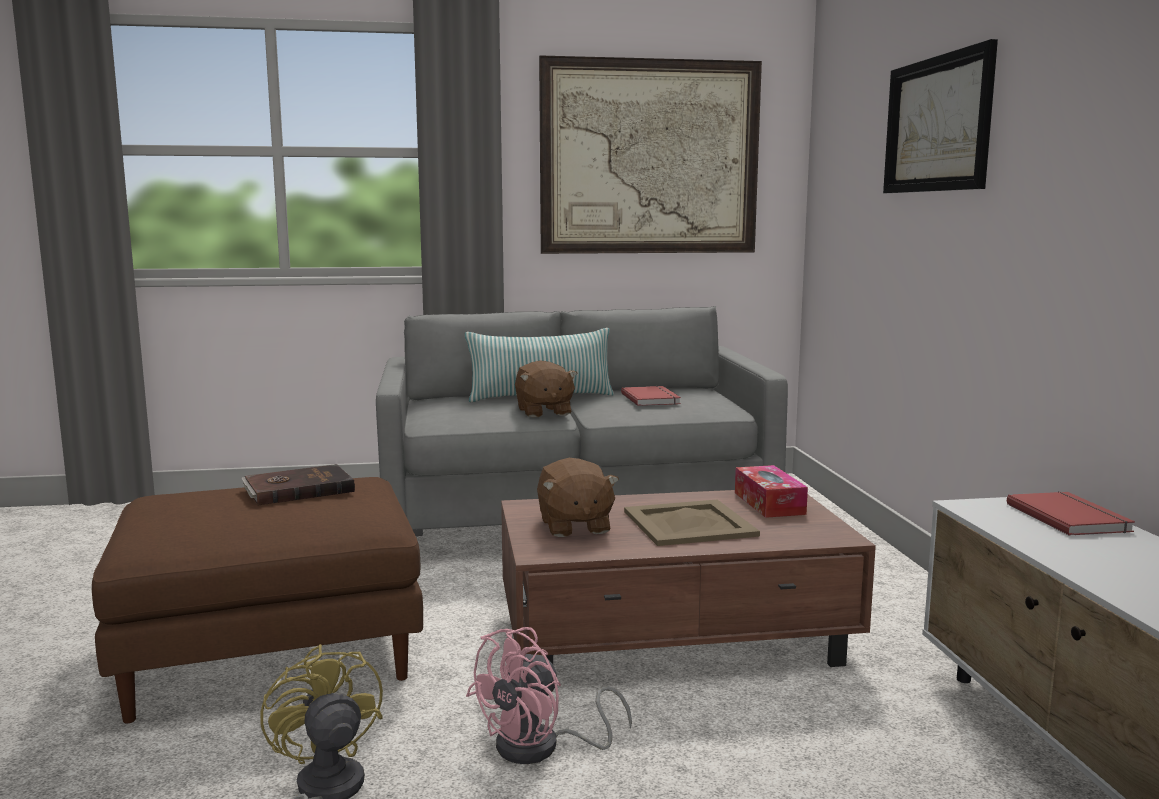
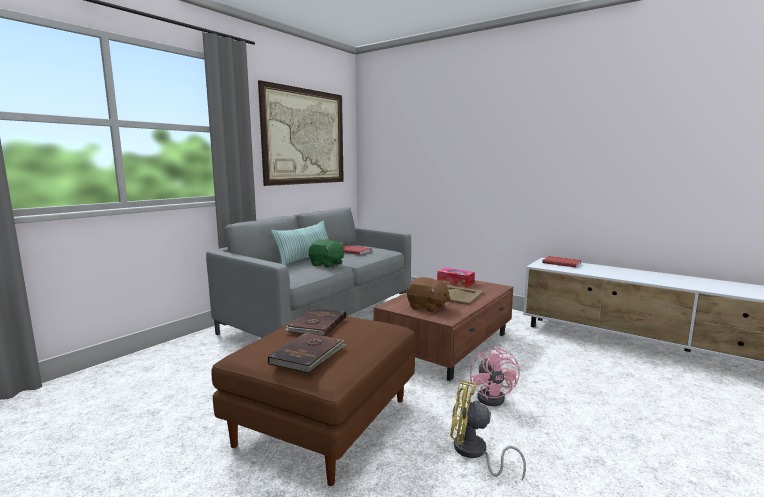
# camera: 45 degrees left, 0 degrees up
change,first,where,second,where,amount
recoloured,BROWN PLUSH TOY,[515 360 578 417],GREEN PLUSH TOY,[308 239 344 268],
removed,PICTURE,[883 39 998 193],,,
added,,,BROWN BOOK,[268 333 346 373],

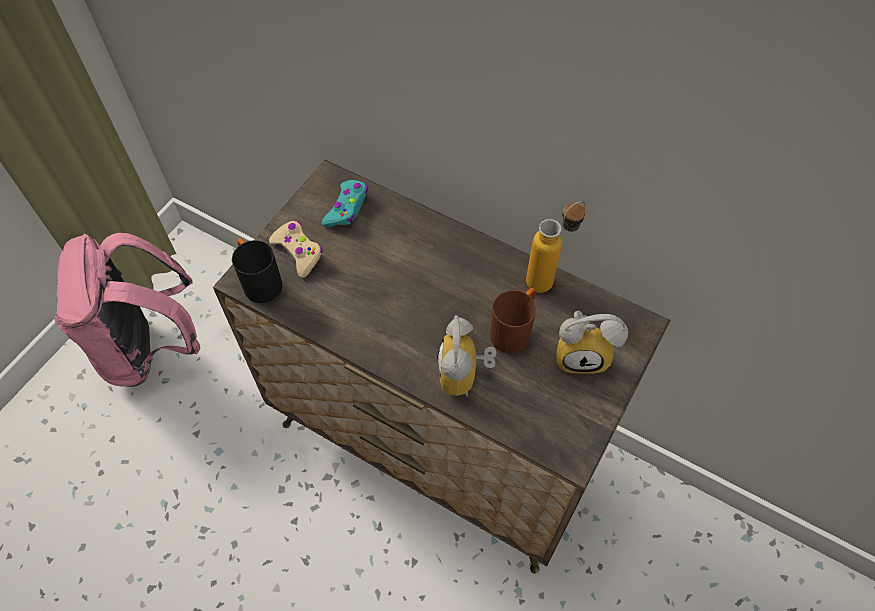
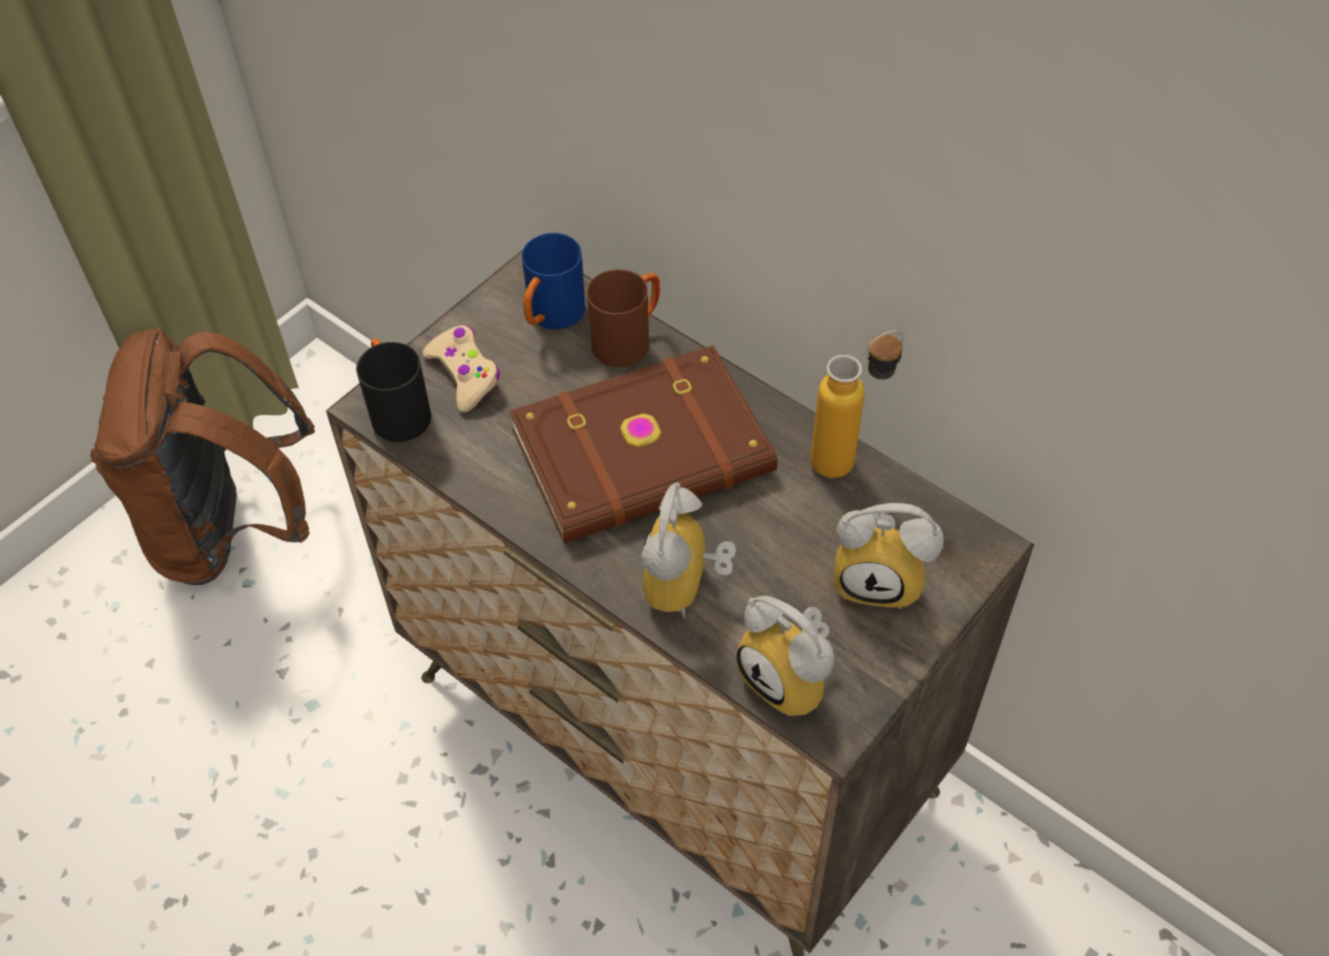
# camera: 10 degrees right, 5 degrees down
change,first,where,second,where,amount
recoloured,PINK BACKPACK,[54 233 201 387],BROWN BACKPACK,[90 327 315 585],
replaced,TURQUOISE GAME CONTROLLER,[322 180 368 227],BLUE MUG,[522 233 585 330],
moved,BROWN MUG,[490 288 536 354],,[587 269 660 367],
added,,,BROWN BOOK,[509 345 778 543],
added,,,ALARM CLOCK,[736 596 834 716],

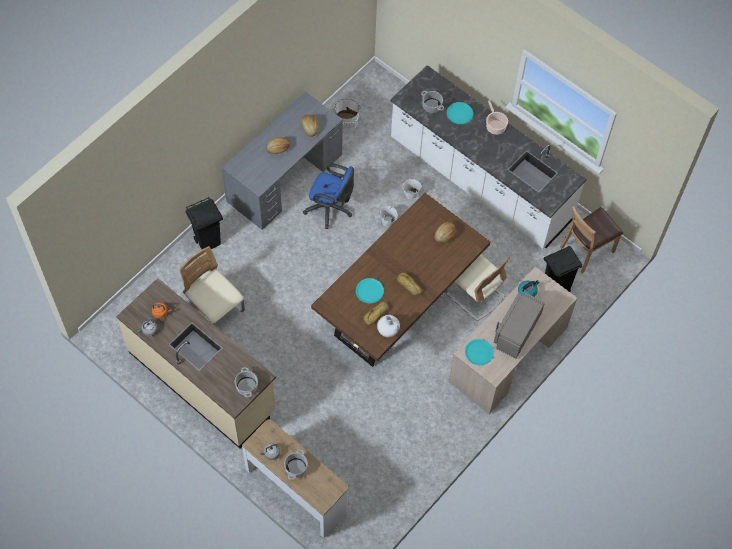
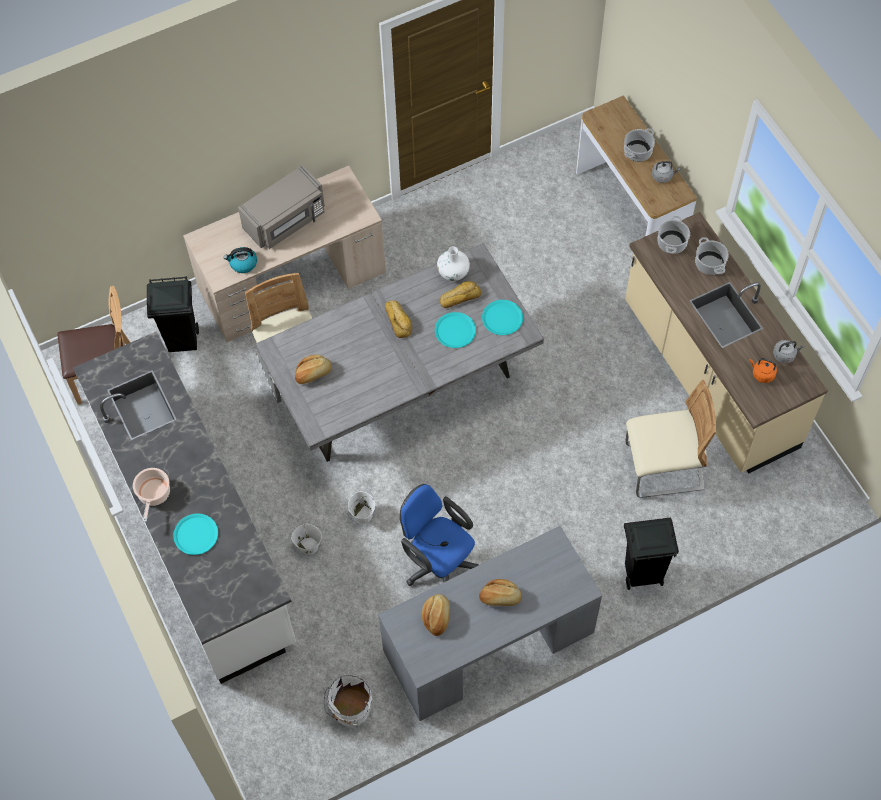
# camera: 155 degrees left, 0 degrees up
change,first,where,second,where,amount
turned,BEIGE CHAIR,[179 246 245 324],,[625 380 716 498],75 degrees counterclockwise
recoloured,BROWN DINING TABLE,[311 193 490 367],GREY DINING TABLE,[255 243 544 462],
moved,COOKING POT,[421 91 444 113],,[695 237 729 275],
moved,TURQUOISE PLATE,[465 339 494 365],,[482 300 523 335],

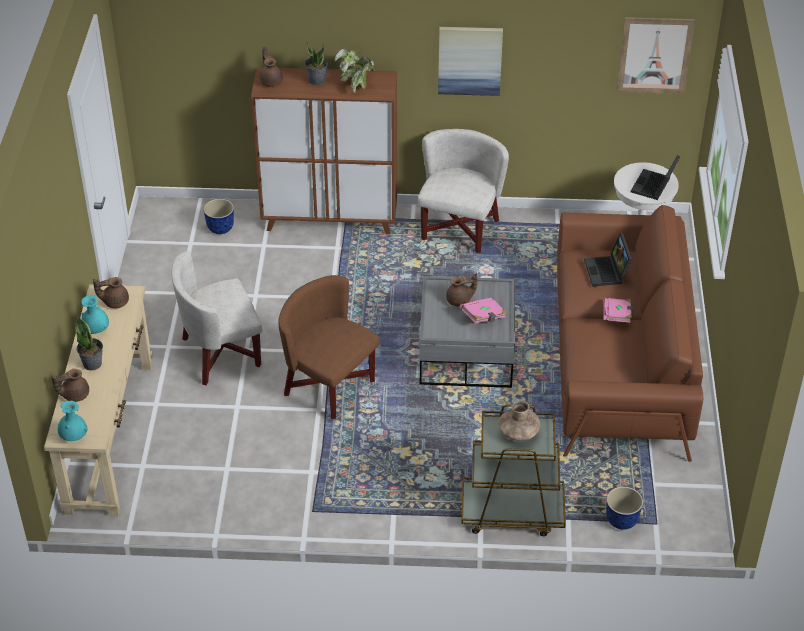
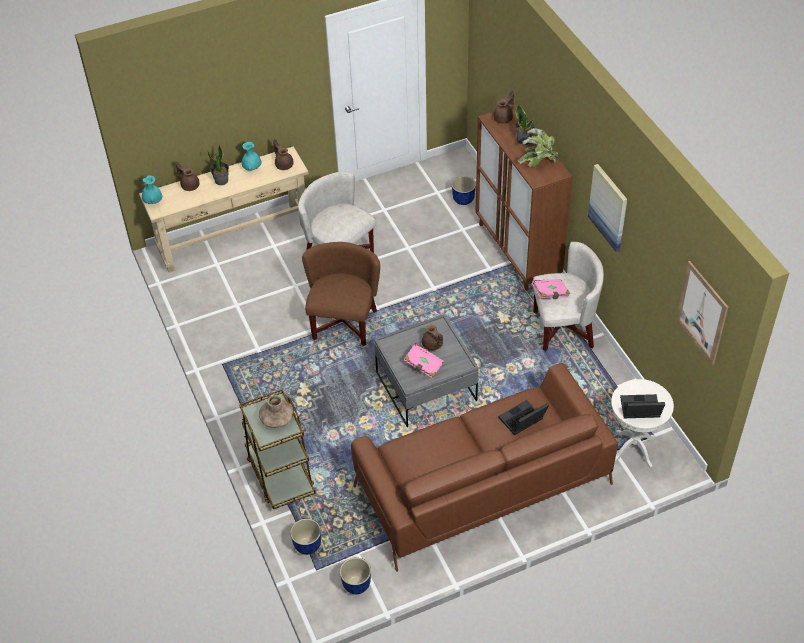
# camera: 65 degrees right, 5 degrees up
change,first,where,second,where,amount
moved,PINK BOOK,[603 298 634 323],,[532 279 570 299],
added,,,PLANTER,[340 557 371 594],

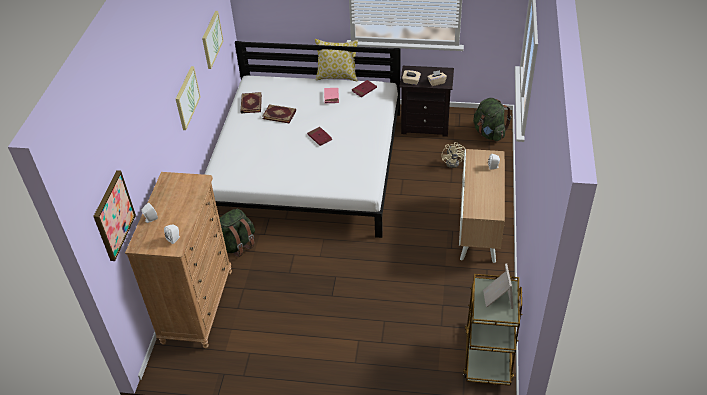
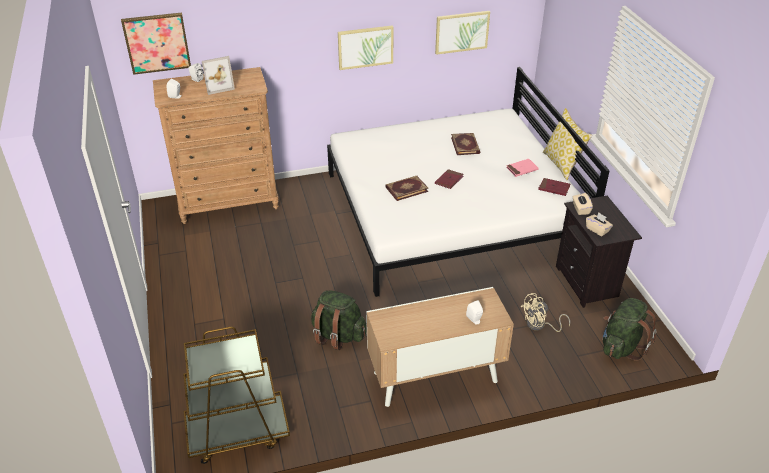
# camera: 65 degrees right, 5 degrees down
change,first,where,second,where,amount
moved,GREEN BACKPACK,[219 208 255 257],,[311 291 367 350],
moved,BOOK,[240 92 262 113],,[385 176 429 201],
moved,PICTURE FRAME,[483 264 513 309],,[202 56 235 95],

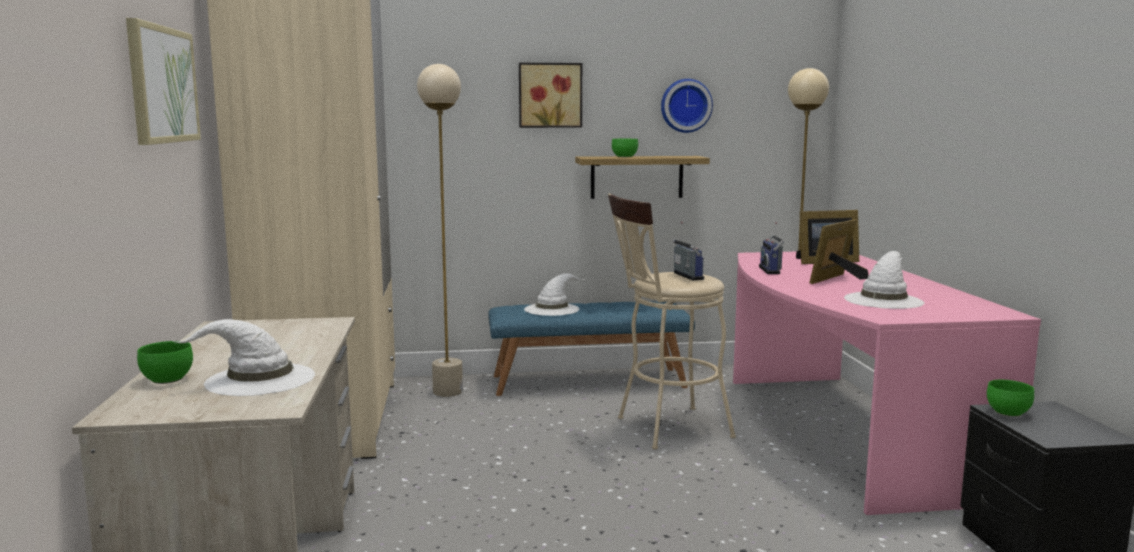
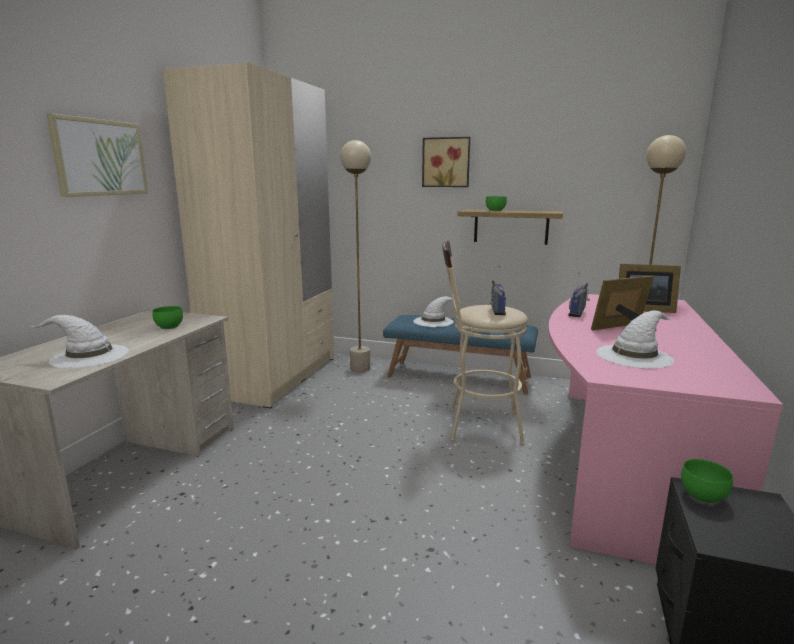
# camera: 25 degrees right, 5 degrees up
change,first,where,second,where,amount
moved,GREEN BOWL,[137 341 193 384],,[152 306 183 329],
removed,WALL CLOCK,[661 79 713 133],,,

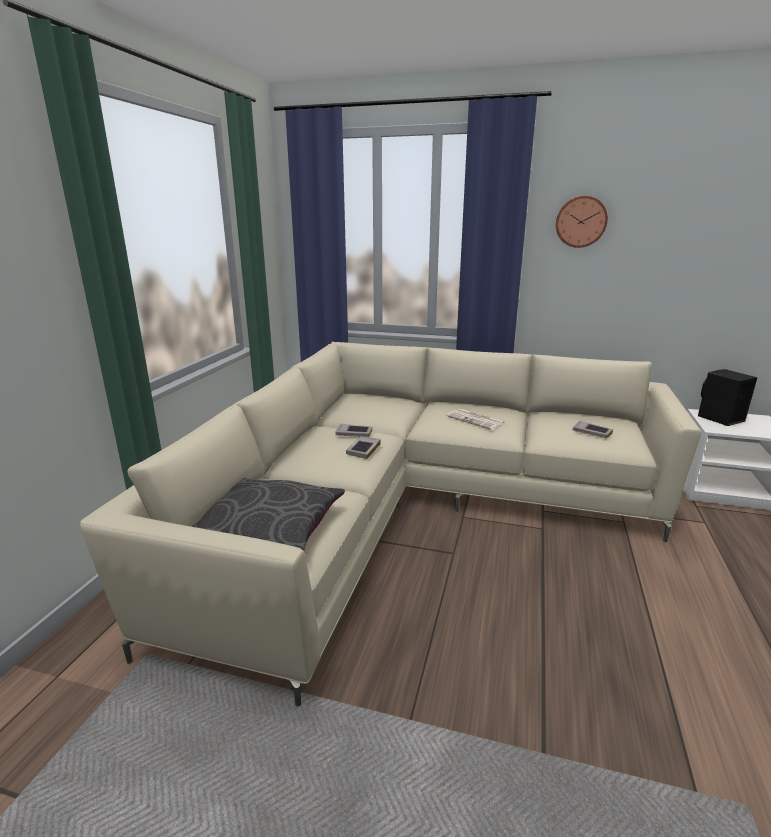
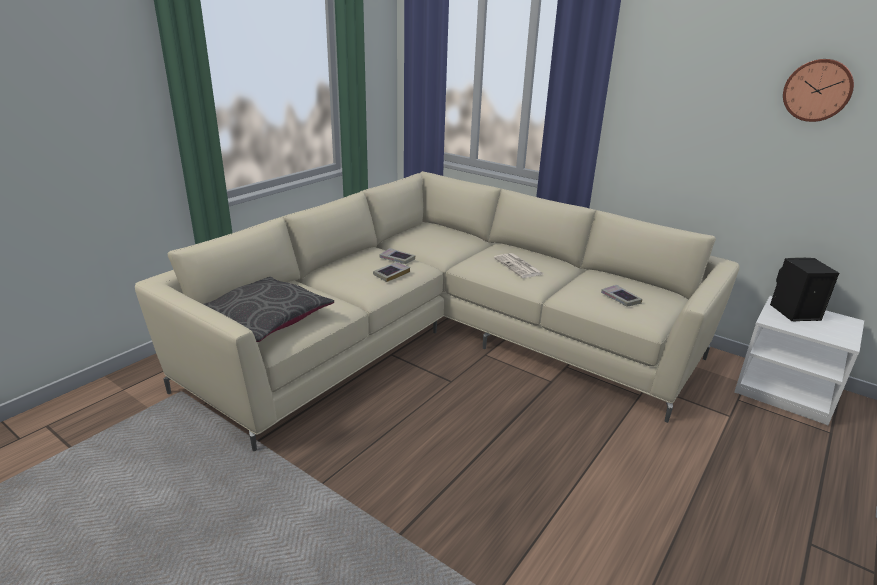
# camera: 20 degrees right, 5 degrees up
change,first,where,second,where,amount
moved,WALL CLOCK,[556 196 608 248],,[783 59 854 122],

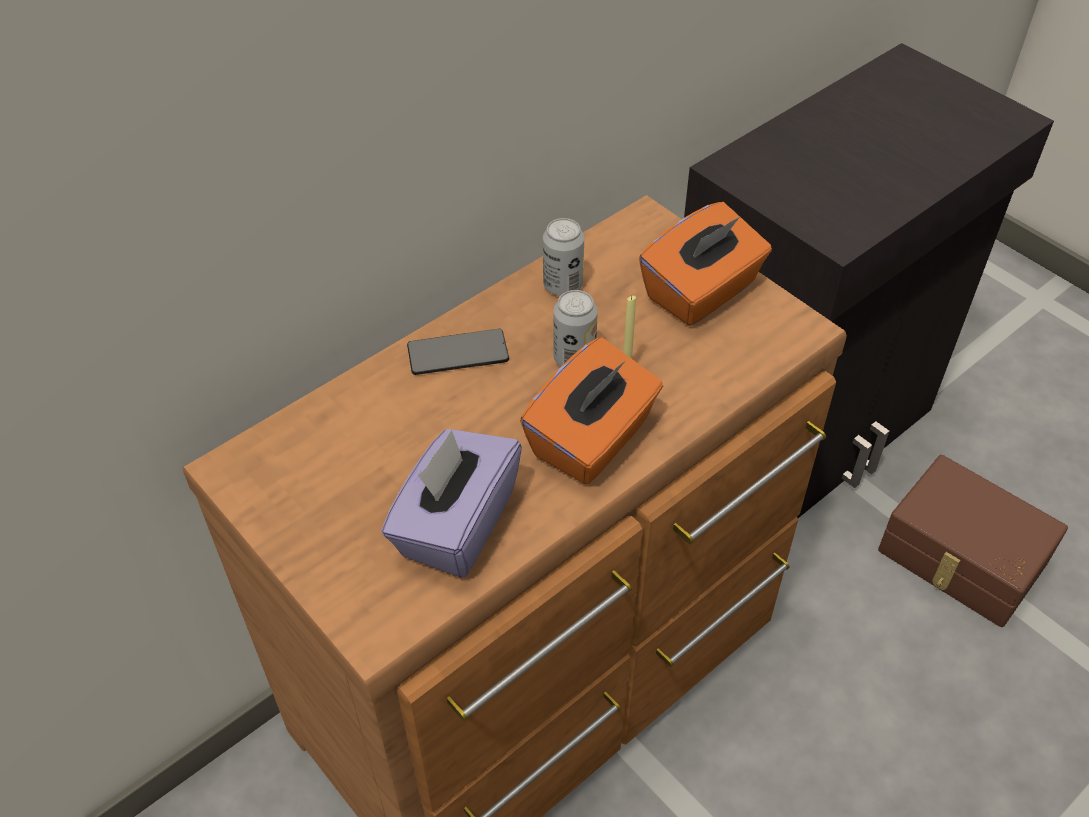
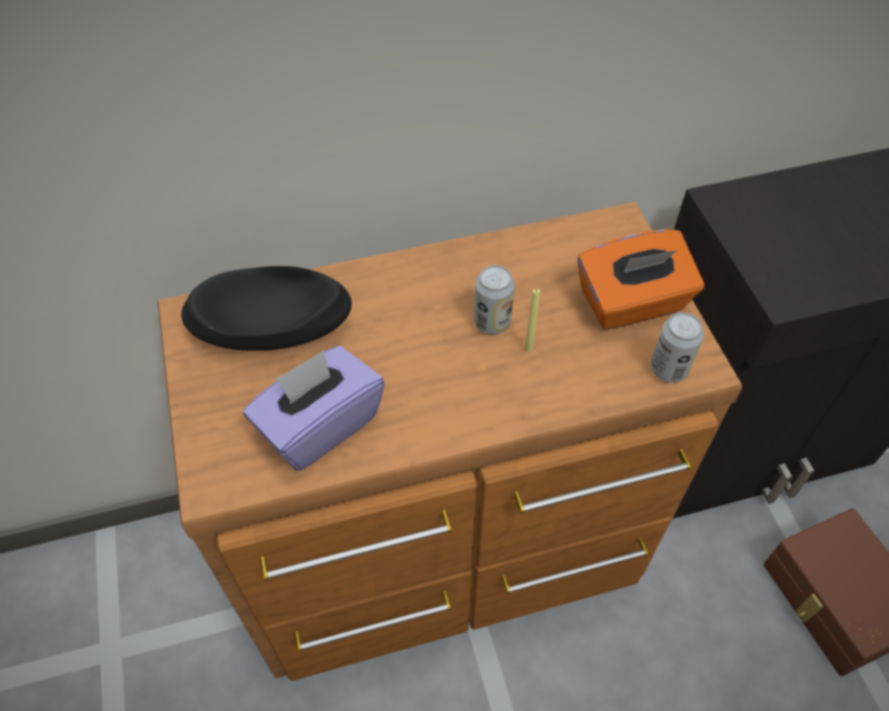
# camera: 25 degrees right, 5 degrees up
change,first,where,second,where,amount
removed,PHONE,[407 329 509 375],,,
removed,ORANGE TISSUE BOX,[520 337 663 484],,,
moved,CAN,[543 218 584 296],,[651 312 704 383],
added,,,BLACK BOWL,[181 266 352 351],

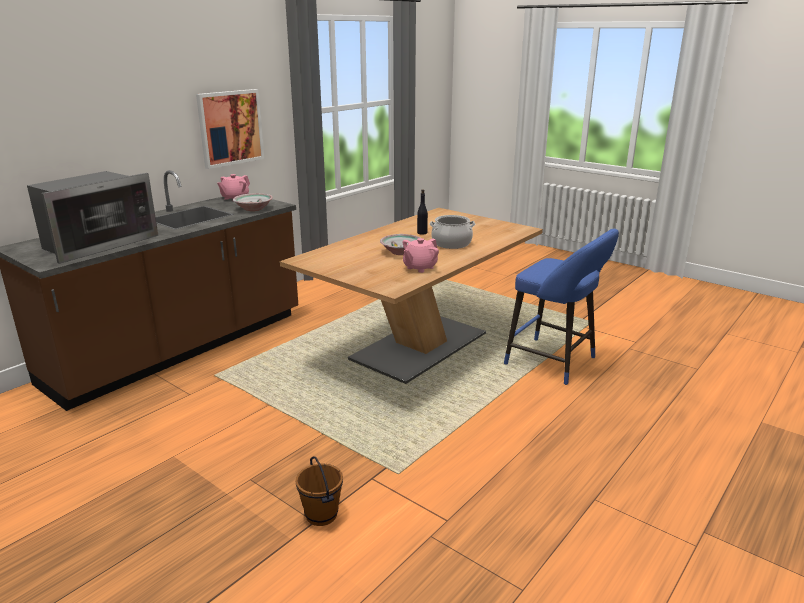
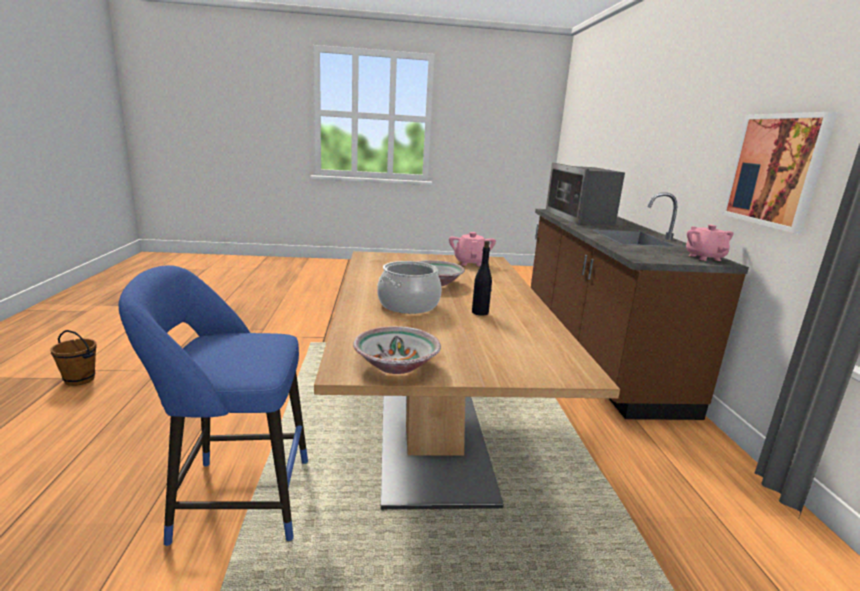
# camera: 135 degrees right, 5 degrees down
change,first,where,second,where,amount
moved,BOWL,[233 193 273 211],,[353 326 441 374],
moved,BROWN BUCKET,[295 456 343 526],,[50 330 97 386],
moved,PINK TEAPOT,[403 238 439 273],,[449 232 496 266],

